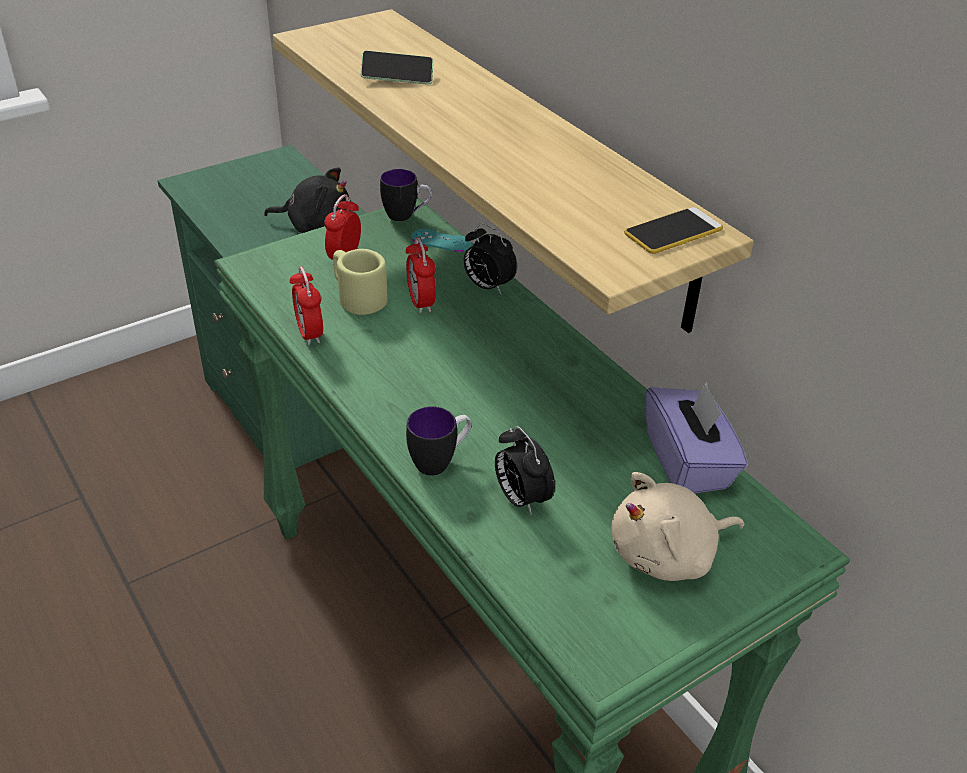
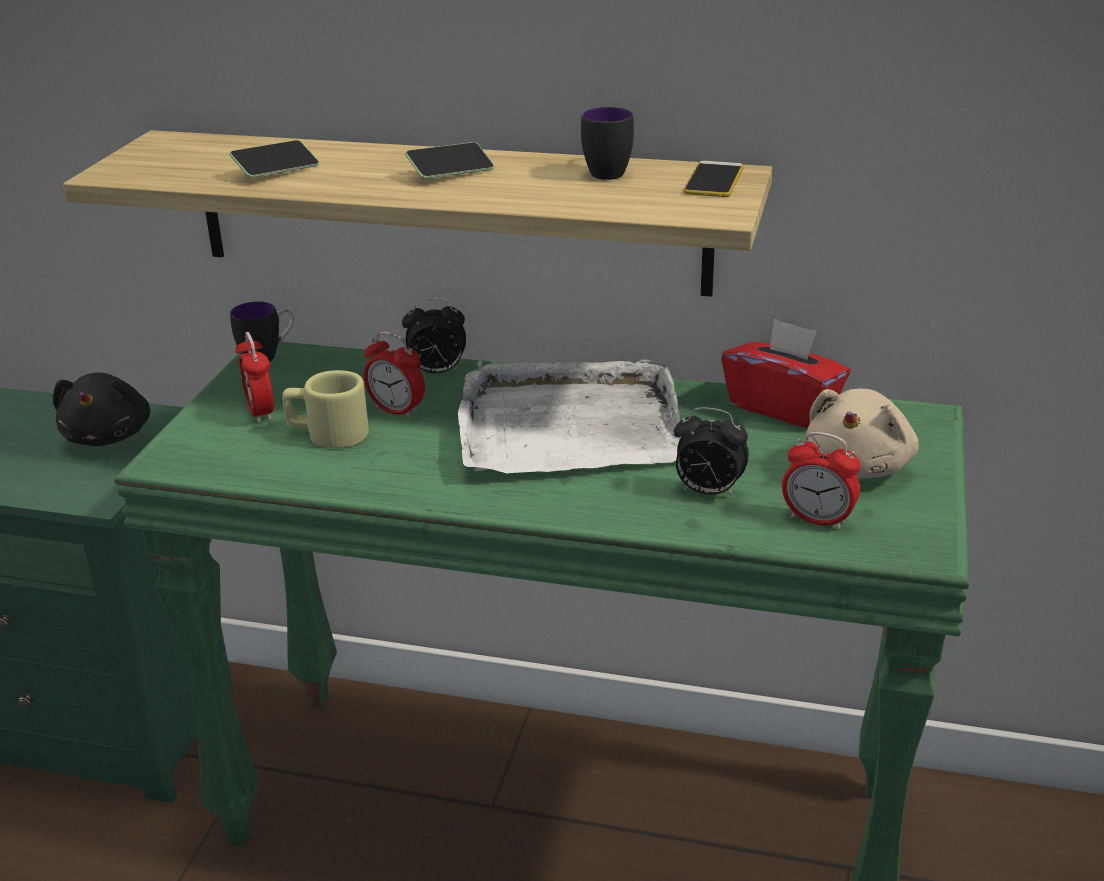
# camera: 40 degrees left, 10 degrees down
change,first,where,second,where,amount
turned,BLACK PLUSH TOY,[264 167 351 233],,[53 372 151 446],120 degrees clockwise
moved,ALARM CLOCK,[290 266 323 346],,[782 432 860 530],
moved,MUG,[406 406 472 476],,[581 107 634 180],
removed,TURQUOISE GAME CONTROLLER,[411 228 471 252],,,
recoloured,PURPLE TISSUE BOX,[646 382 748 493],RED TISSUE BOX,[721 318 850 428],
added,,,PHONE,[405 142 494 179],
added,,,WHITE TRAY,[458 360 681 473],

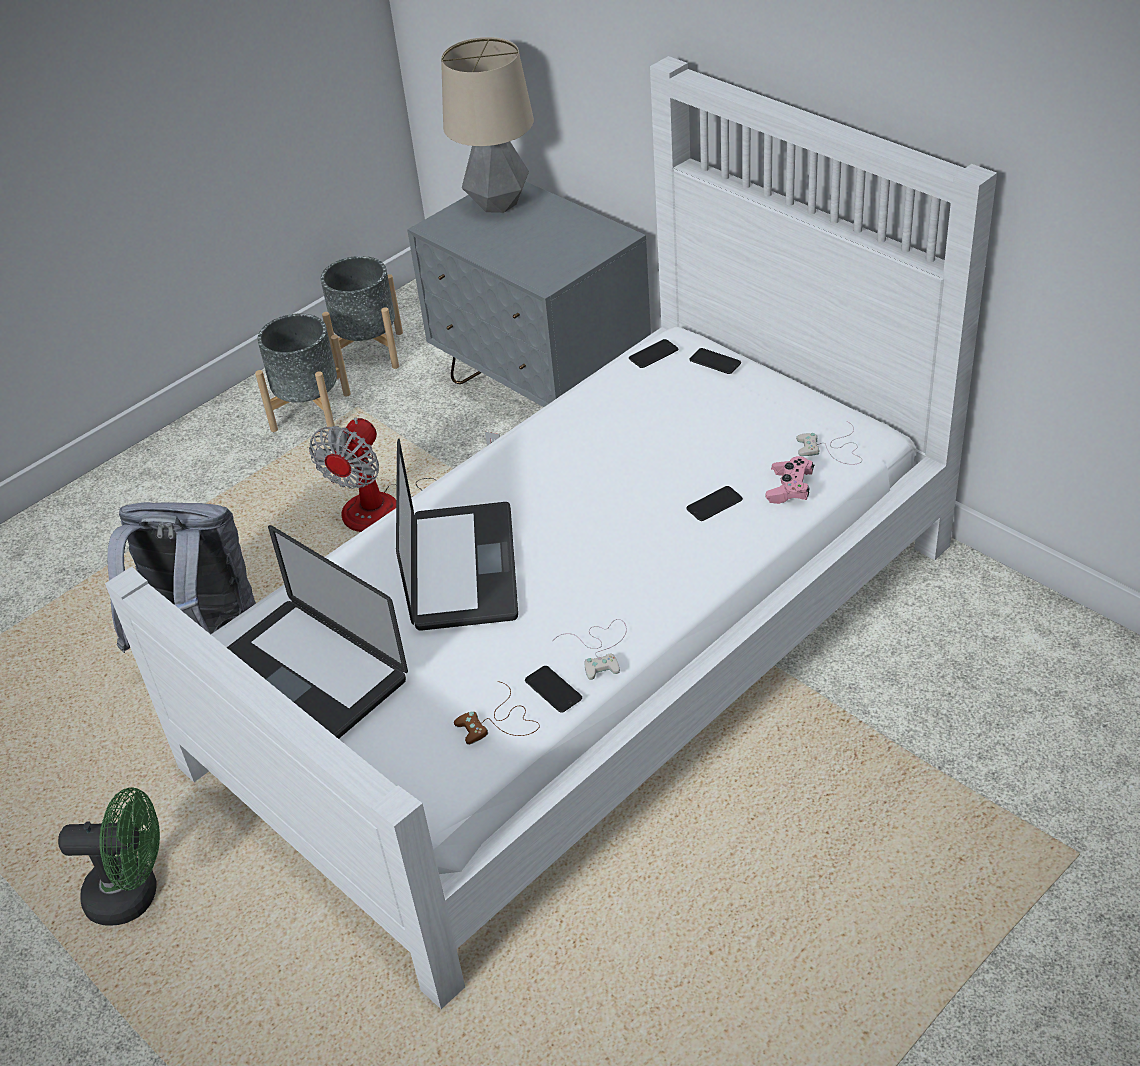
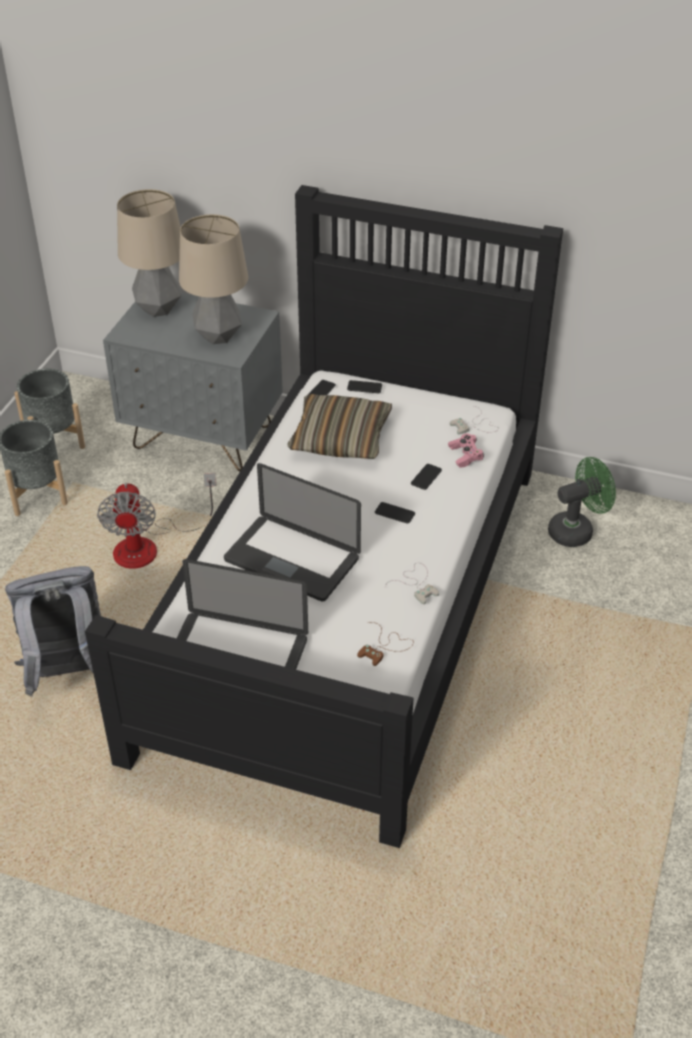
# camera: 30 degrees left, 0 degrees up
change,first,where,second,where,amount
moved,GREEN FAN,[58 788 160 926],,[548 457 616 547],
recoloured,WHITE BED,[105 56 997 1009],BLACK BED,[85 185 563 848],
turned,LAPTOP,[396 439 518 631],,[224 463 361 602],150 degrees clockwise
moved,PHONE,[525 666 582 713],,[375 502 415 524],
added,,,TABLE LAMP,[179 214 248 344],
added,,,PILLOW,[287 394 392 459],

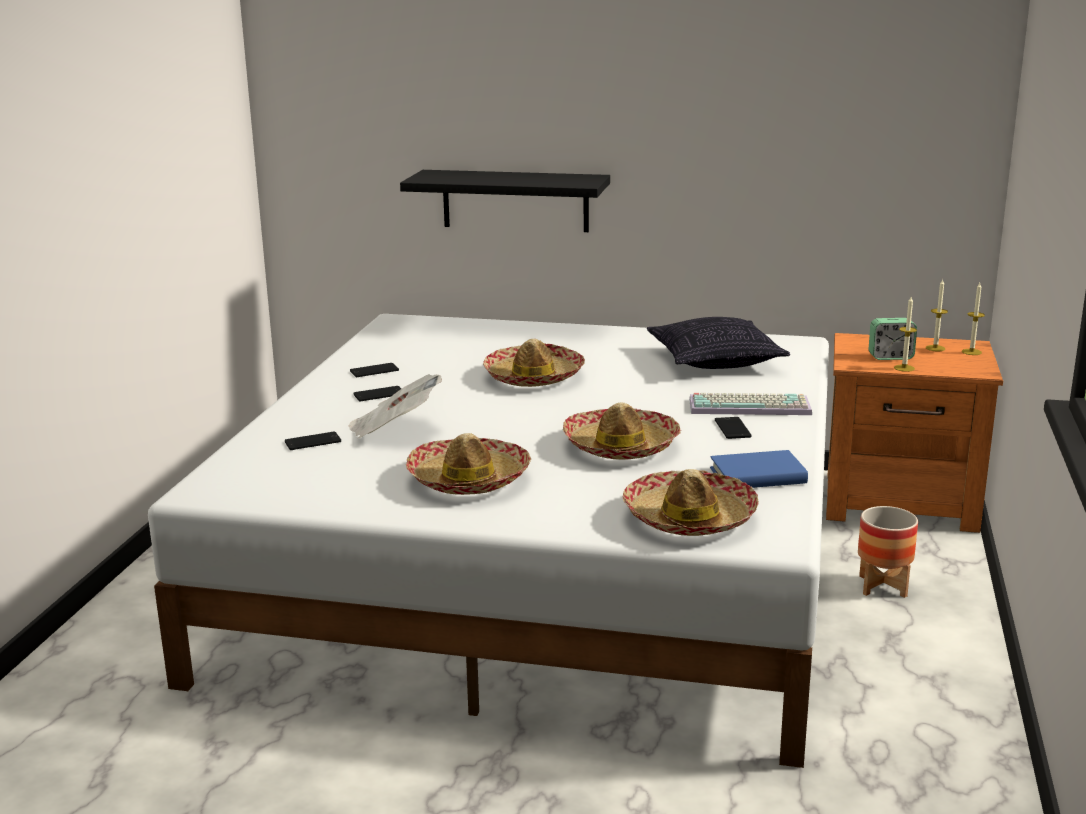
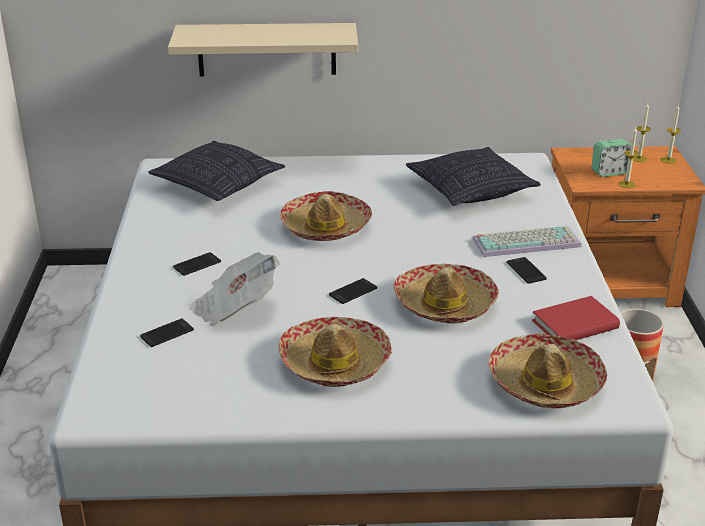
# camera: 15 degrees left, 10 degrees up
change,first,where,second,where,amount
moved,PHONE,[350 363 399 377],,[329 278 377 304],
recoloured,BLACK SHELF,[400 170 610 232],BEIGE SHELF,[168 23 358 76],
recoloured,BLUE BOOK,[710 450 808 488],RED BOOK,[532 296 620 340],
added,,,PILLOW,[148 141 285 201],

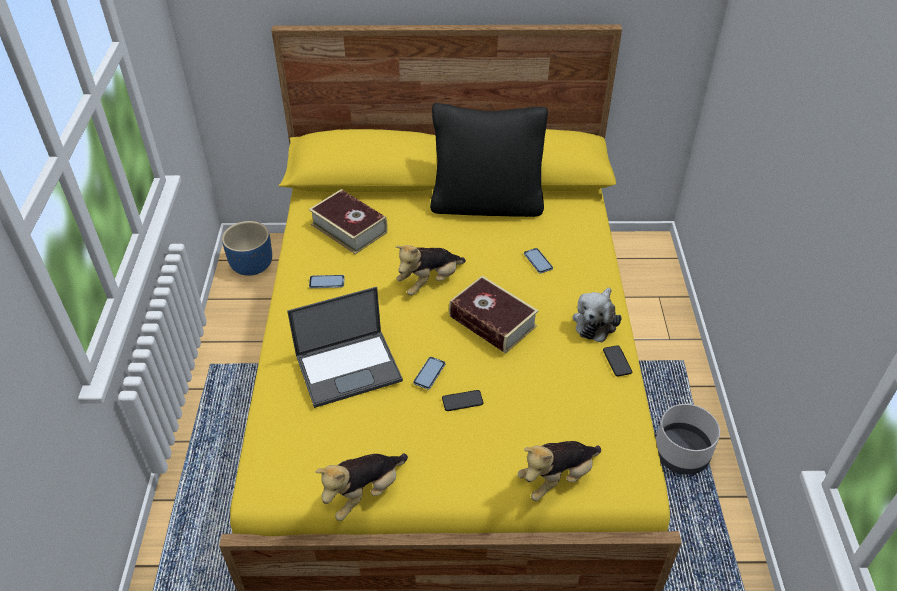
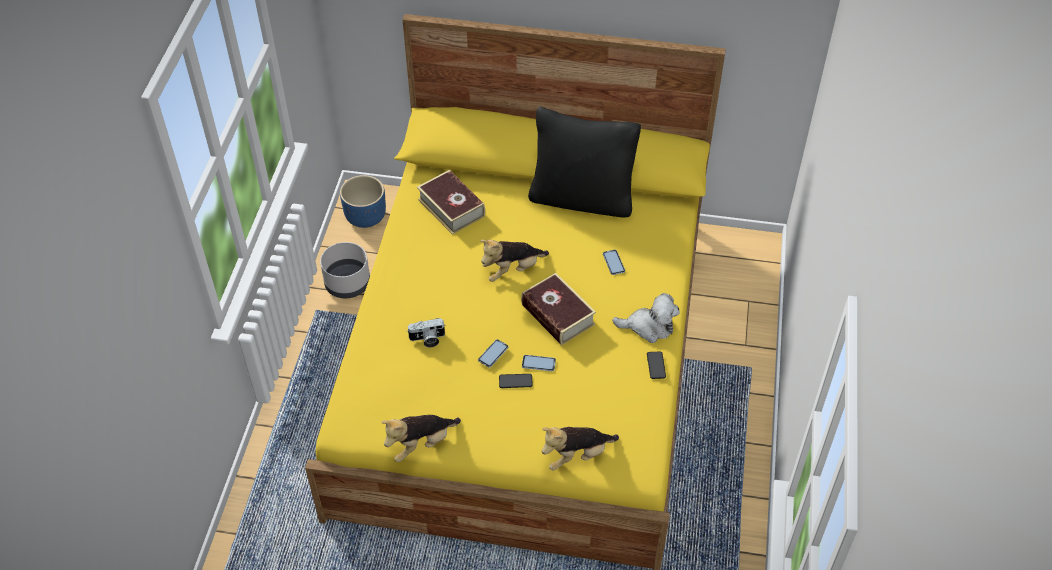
# camera: 10 degrees right, 5 degrees up
change,first,where,second,where,amount
replaced,LAPTOP,[287 287 403 408],PHOTO CAMERA,[407 318 446 348],
moved,PHONE,[309 275 345 288],,[522 355 556 371],
turned,PLUSH TOY,[573 288 622 343],,[612 293 680 343],120 degrees counterclockwise
moved,GREY PLANTER,[656 404 720 474],,[320 242 370 298],

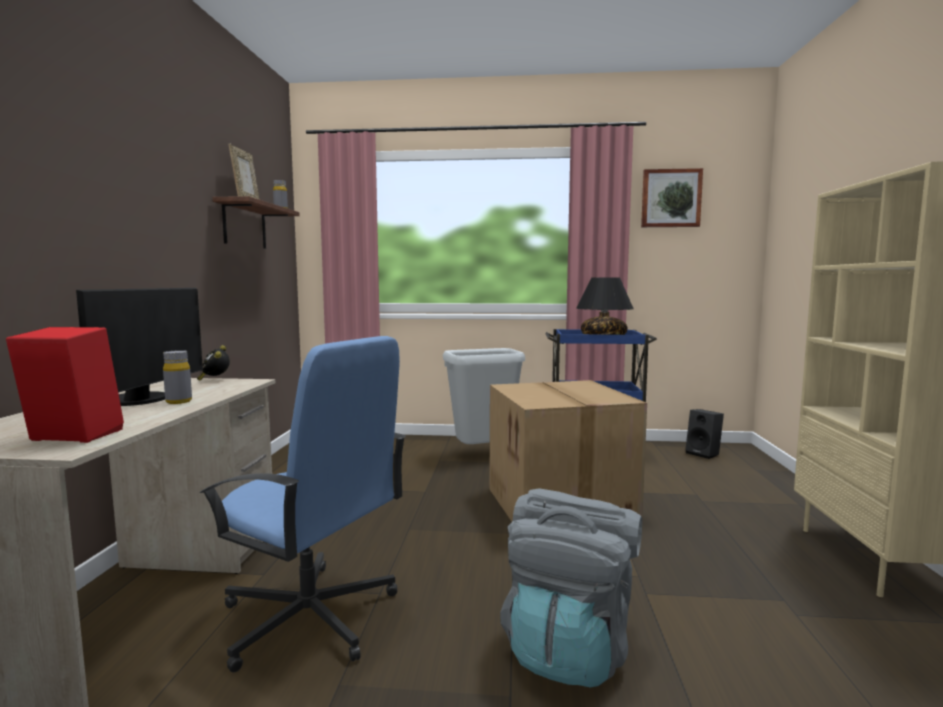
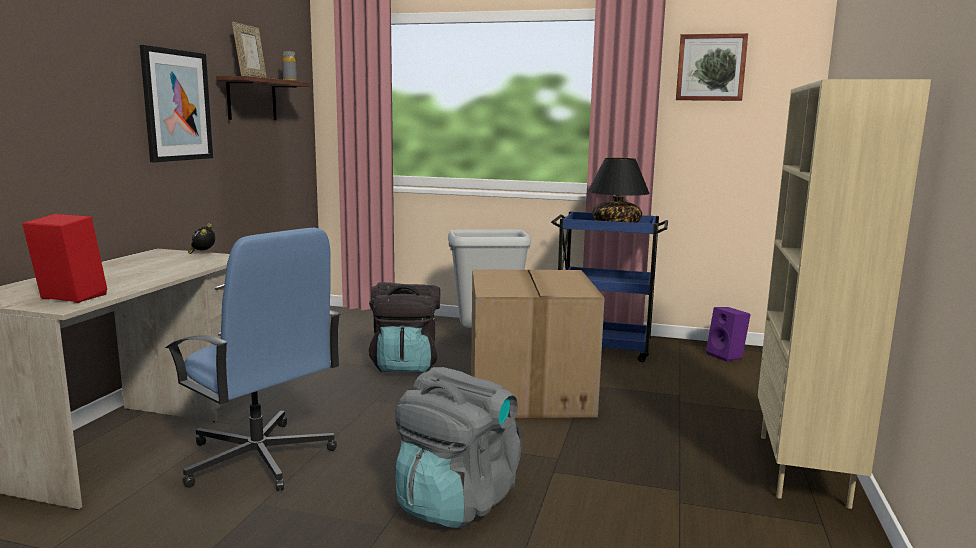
# camera: 10 degrees right, 5 degrees up
change,first,where,second,where,amount
removed,MONITOR,[76 288 203 406],,,
removed,GREY BOTTLE,[163 350 192 404],,,
recoloured,BLACK SPEAKER,[685 409 724 459],PURPLE SPEAKER,[706 307 751 362],
added,,,PICTURE,[140 45 213 162],
added,,,BLACK BACKPACK,[369 282 440 373],

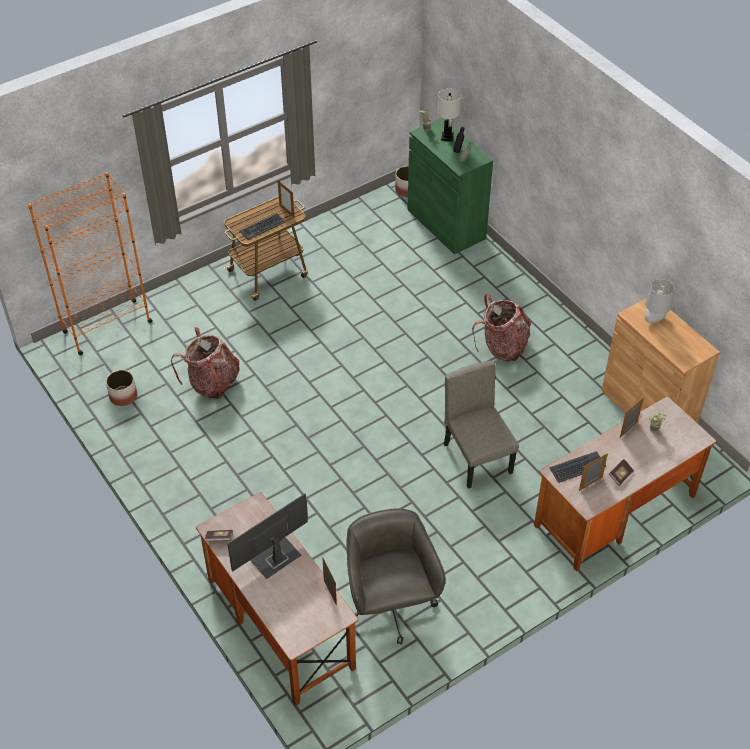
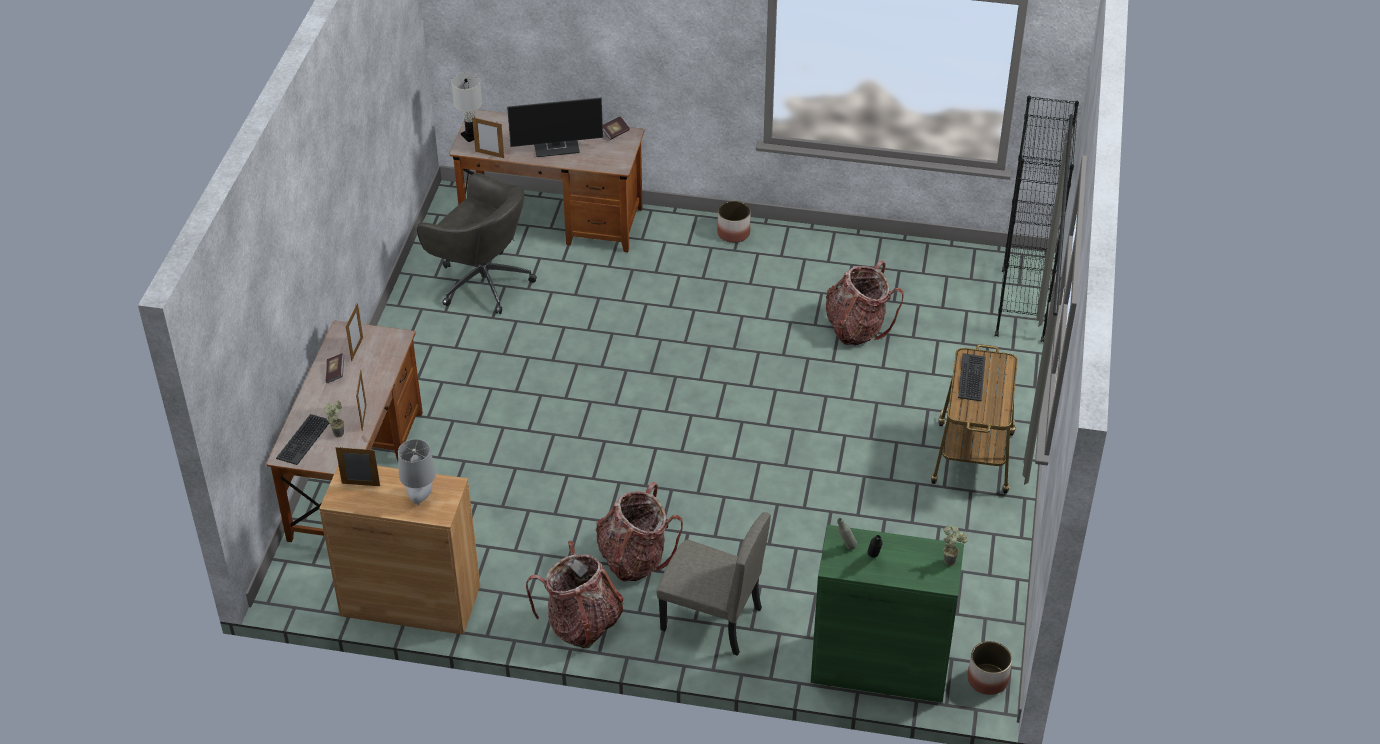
# camera: 135 degrees right, 5 degrees down
change,first,where,second,where,amount
recoloured,ORANGE BOOKCASE,[28 172 153 355],BLACK BOOKCASE,[995 96 1079 343],
moved,PLANTER,[106 370 137 406],,[717 201 750 243],
turned,MONITOR,[228 493 308 579],,[507 97 603 157],75 degrees clockwise
moved,PICTURE FRAME,[278 180 295 218],,[336 447 380 486],
moved,WHITE TABLE LAMP,[438 88 461 142],,[451 73 482 142],
moved,BEIGE CHAIR,[444 361 519 489],,[657 512 771 656],
moved,KEYBOARD,[549 451 606 483],,[276 414 329 465],
added,,,BACKPACK,[526 541 623 648],

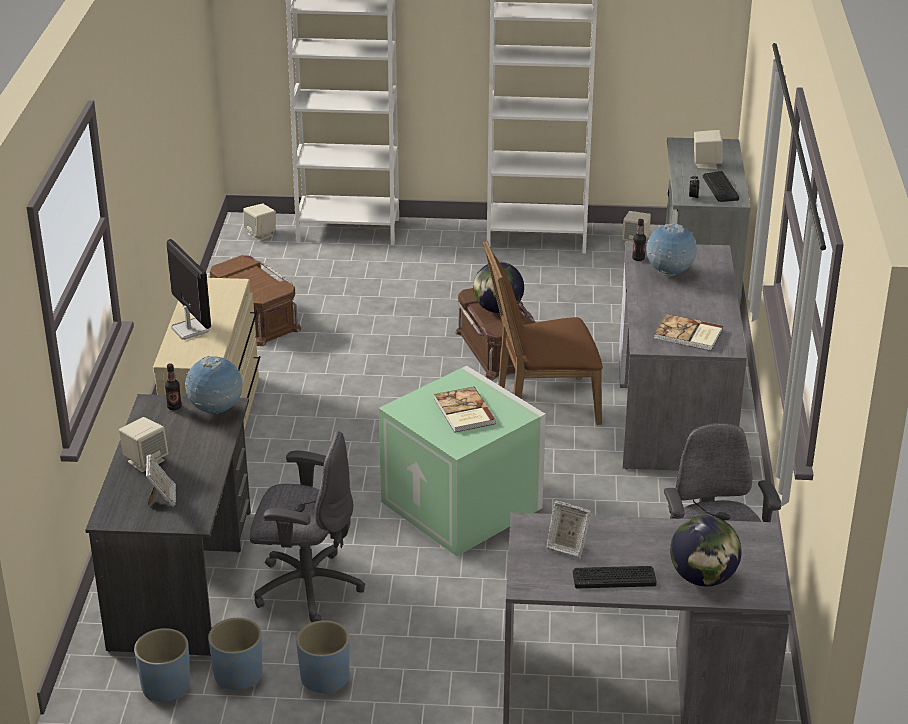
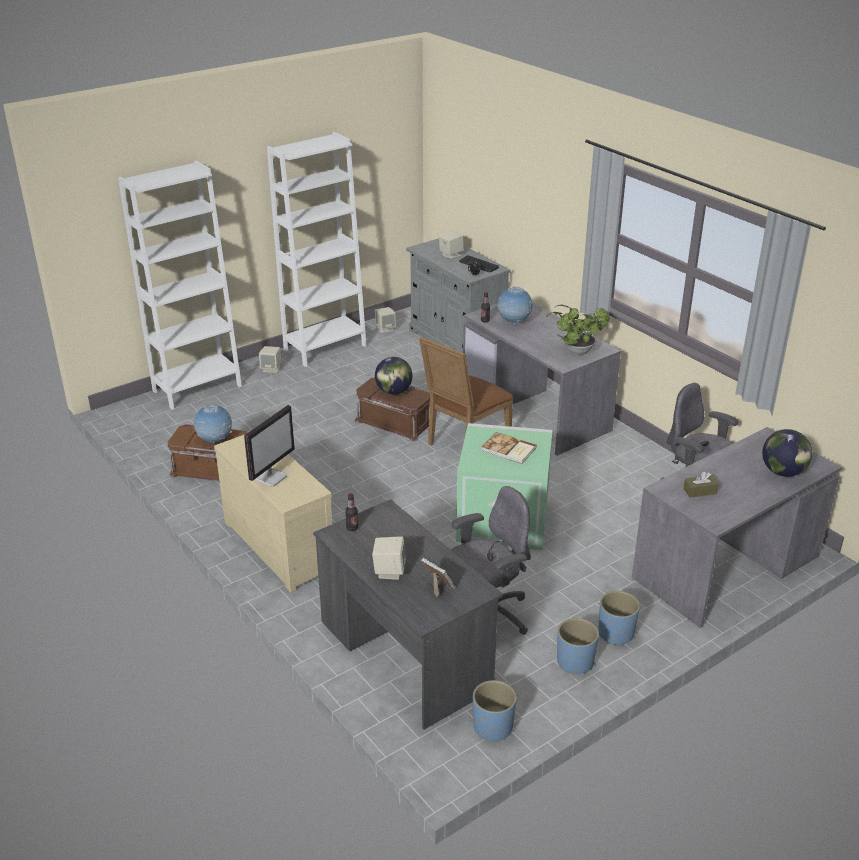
# camera: 40 degrees left, 0 degrees up
change,first,where,second,where,amount
turned,MONITOR,[167 239 211 340],,[244 405 295 487],105 degrees clockwise
moved,GLOBE,[185 356 243 414],,[194 405 232 443],
moved,BLUE PLANTER,[208 618 263 690],,[598 591 640 646],
moved,BEIGE SPEAKER,[243 204 276 241],,[259 346 281 373],
replaced,PICTURE FRAME,[547 500 591 558],BROWN TISSUE BOX,[683 472 719 498],
removed,KEYBOARD,[573 566 657 588],,,
replaced,BOOK,[654 314 723 351],POTTED PLANT,[546 305 610 355],

